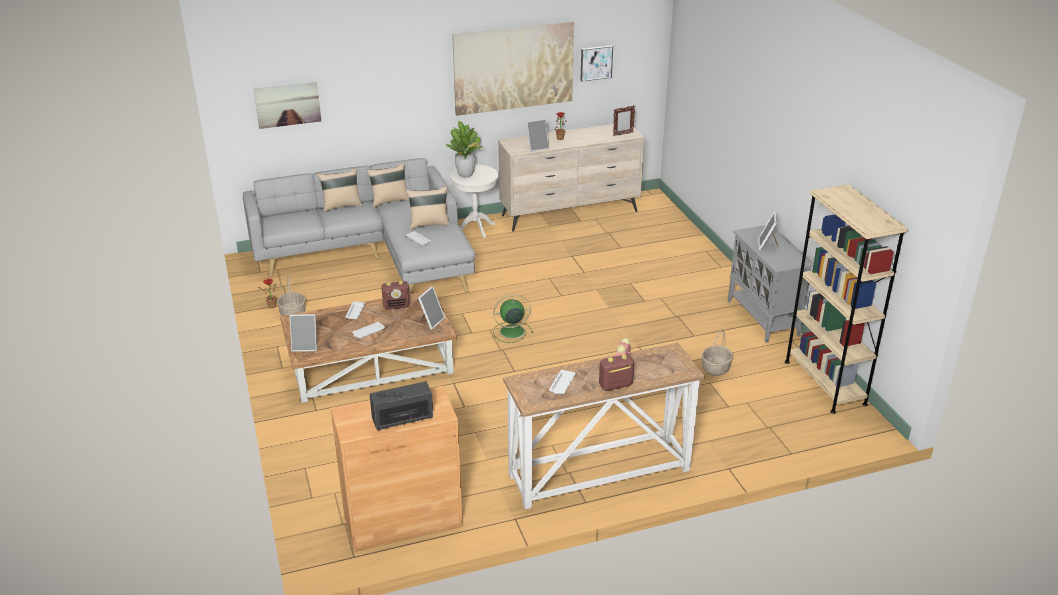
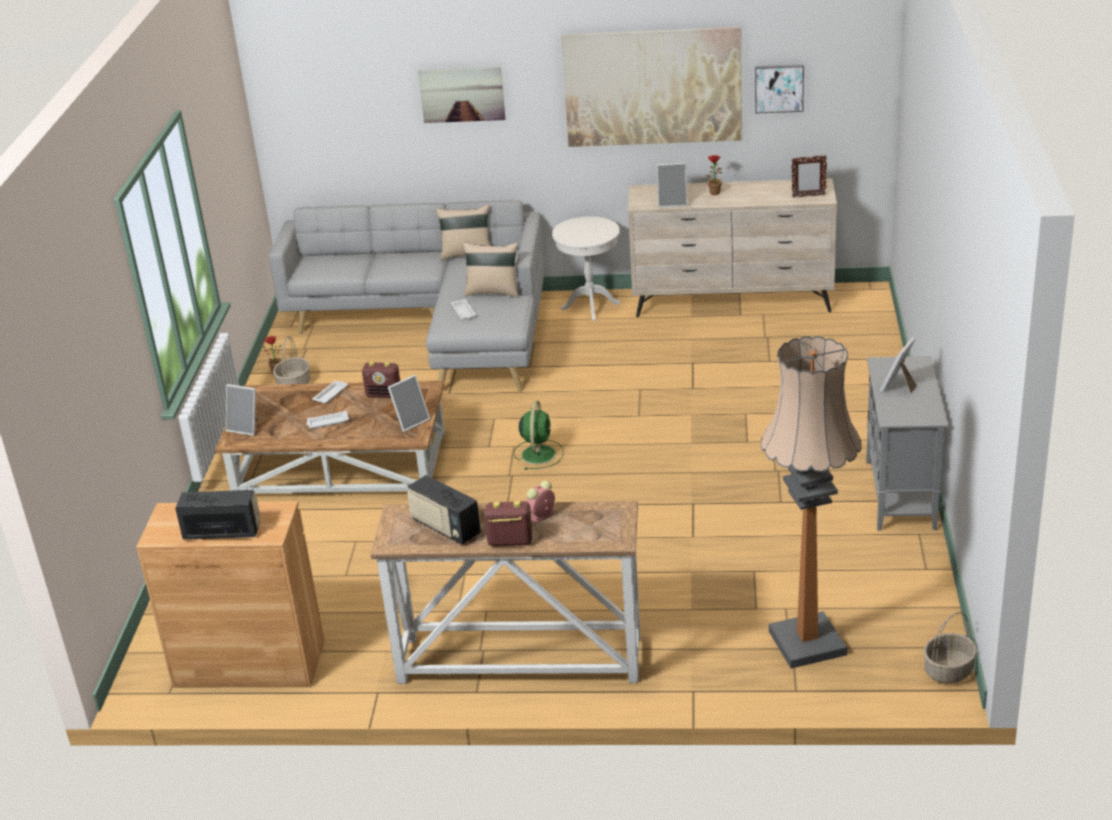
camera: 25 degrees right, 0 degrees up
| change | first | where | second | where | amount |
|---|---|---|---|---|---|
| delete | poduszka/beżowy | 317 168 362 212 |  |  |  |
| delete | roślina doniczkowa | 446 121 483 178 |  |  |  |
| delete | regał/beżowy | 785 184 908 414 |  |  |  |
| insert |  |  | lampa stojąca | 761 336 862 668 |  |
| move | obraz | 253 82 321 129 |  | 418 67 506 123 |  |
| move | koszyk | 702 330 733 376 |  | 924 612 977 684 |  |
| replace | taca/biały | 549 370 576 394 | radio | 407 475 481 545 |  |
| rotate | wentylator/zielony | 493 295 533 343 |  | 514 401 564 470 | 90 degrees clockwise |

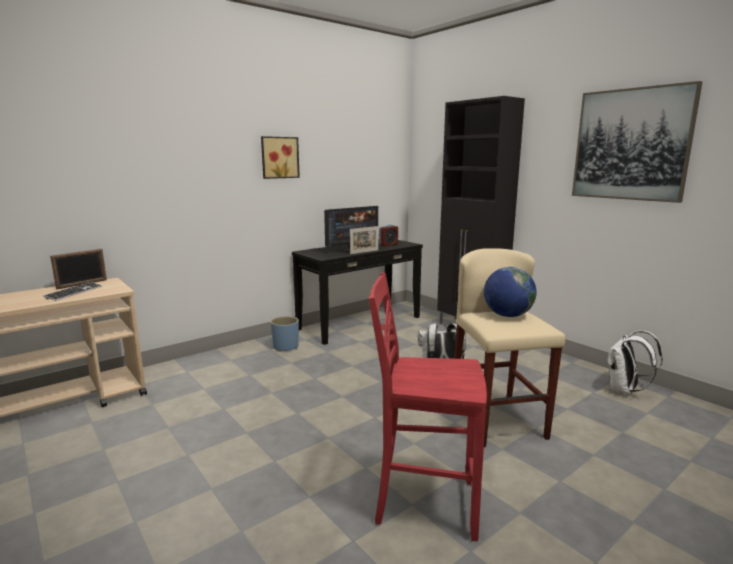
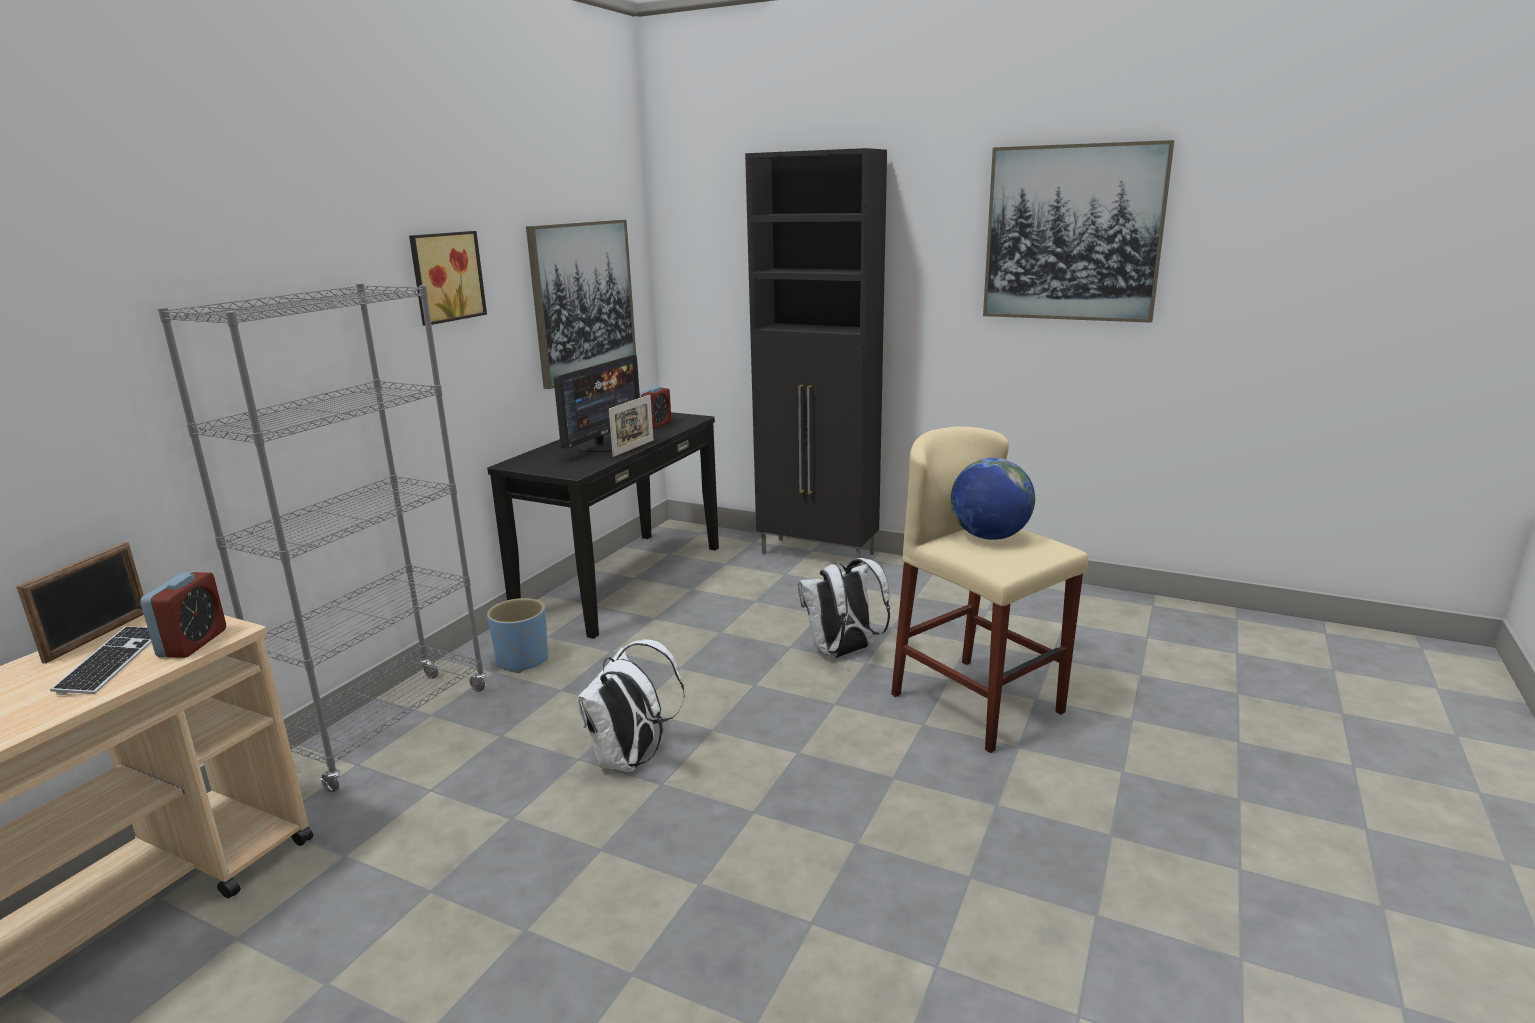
camera: 25 degrees left, 5 degrees up
| change | first | where | second | where | amount |
|---|---|---|---|---|---|
| delete | krzesło/czerwony | 368 273 487 541 |  |  |  |
| insert |  |  | budzik | 140 572 226 658 |  |
| insert |  |  | regał/szary | 158 283 486 792 |  |
| insert |  |  | obraz | 526 220 636 389 |  |
| move | plecak/biały | 607 331 663 395 |  | 577 640 685 772 |  |

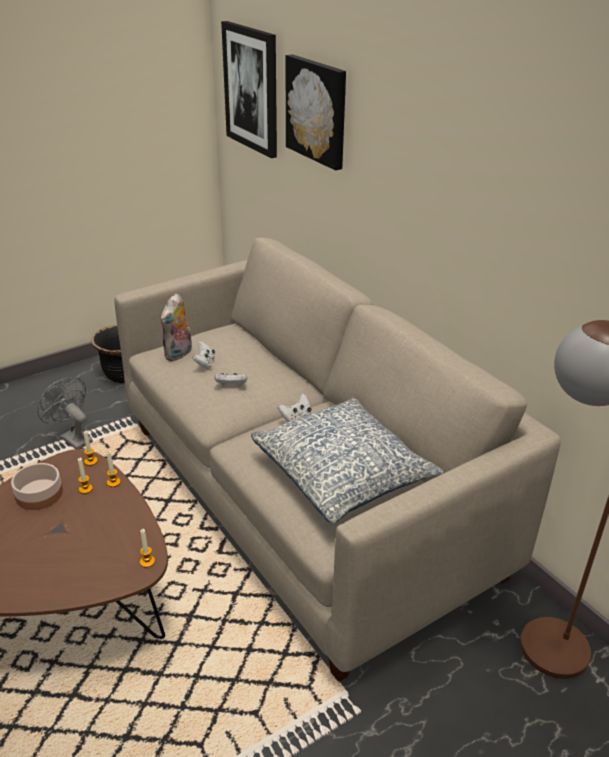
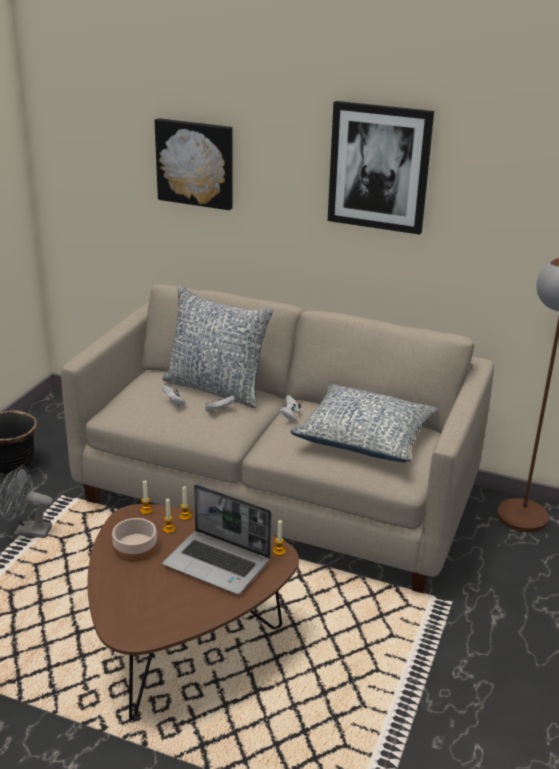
camera: 35 degrees left, 5 degrees down
| change | first | where | second | where | amount |
|---|---|---|---|---|---|
| delete | pluszak | 160 294 192 361 |  |  |  |
| insert |  |  | poduszka | 162 286 273 408 |  |
| insert |  |  | laptop | 163 484 271 595 |  |
| move | obraz | 221 21 277 158 |  | 328 101 434 235 |  |

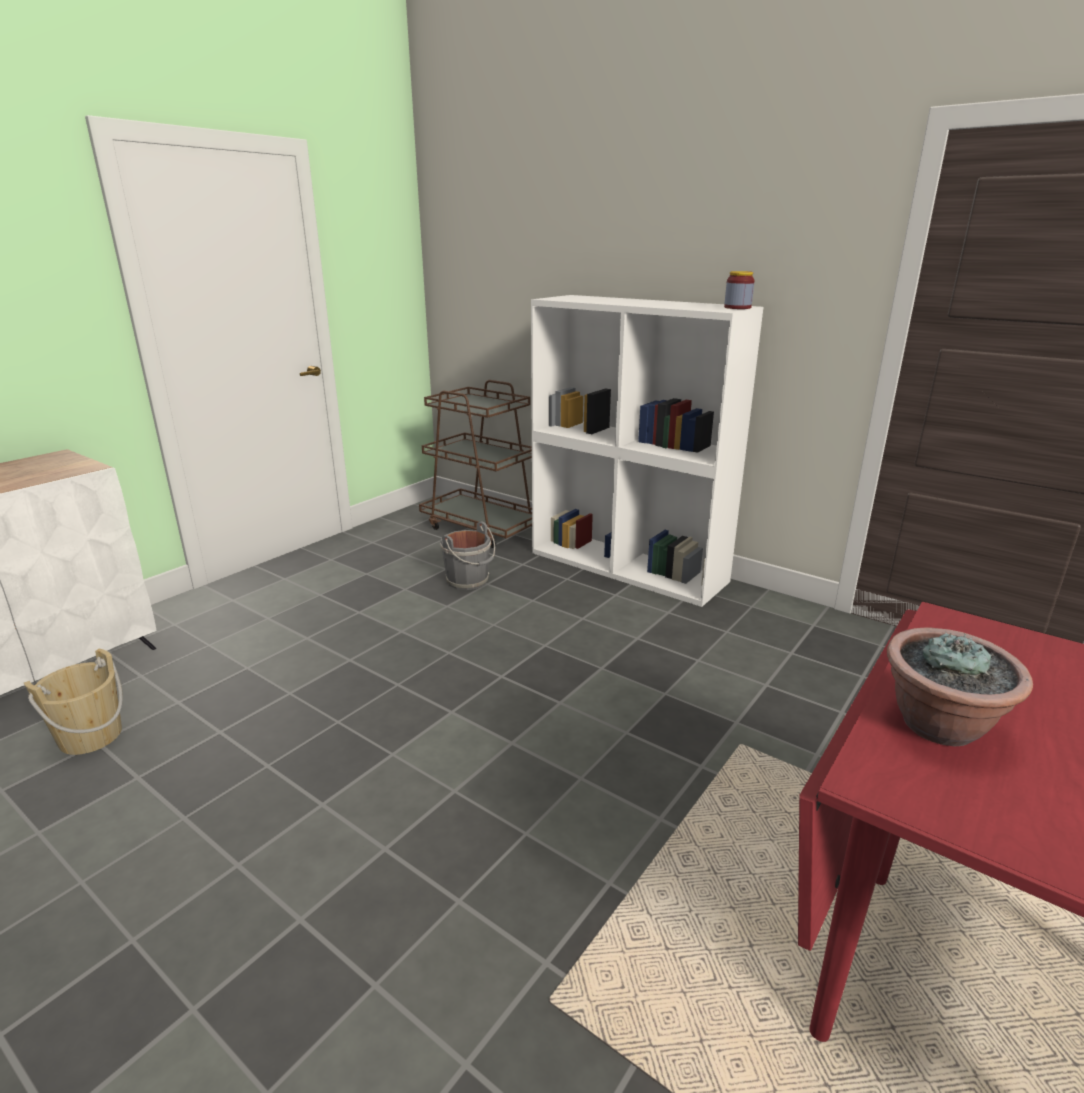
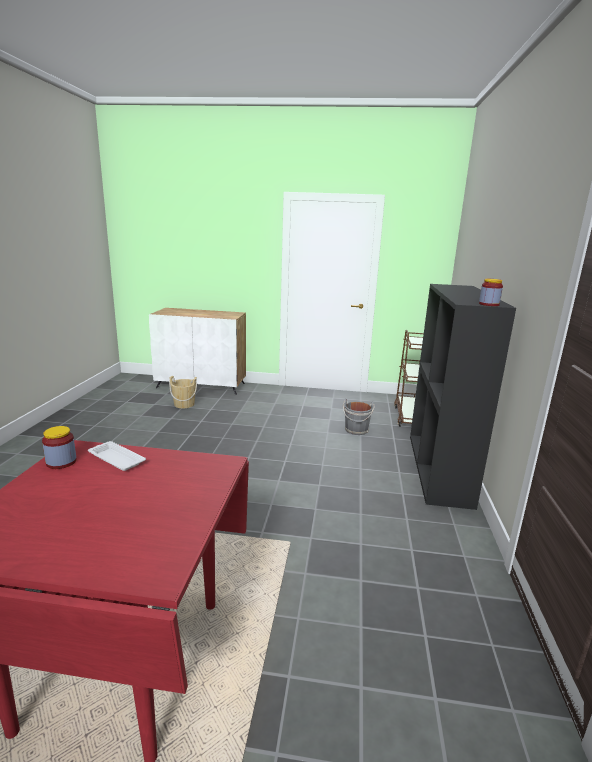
camera: 60 degrees right, 5 degrees down
| change | first | where | second | where | amount |
|---|---|---|---|---|---|
| insert |  |  | słoik | 42 426 77 469 |  |
| replace | roślina doniczkowa | 887 628 1033 747 | taca/biały | 88 441 146 471 |  |
| recolor | regał/biały | 531 295 763 607 | regał/czarny | 410 284 516 510 |  |

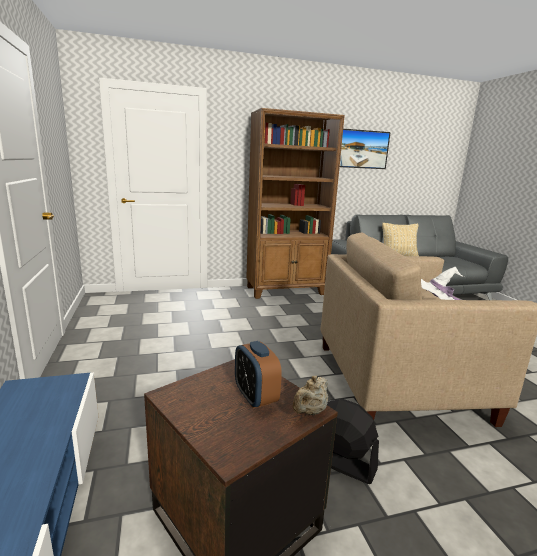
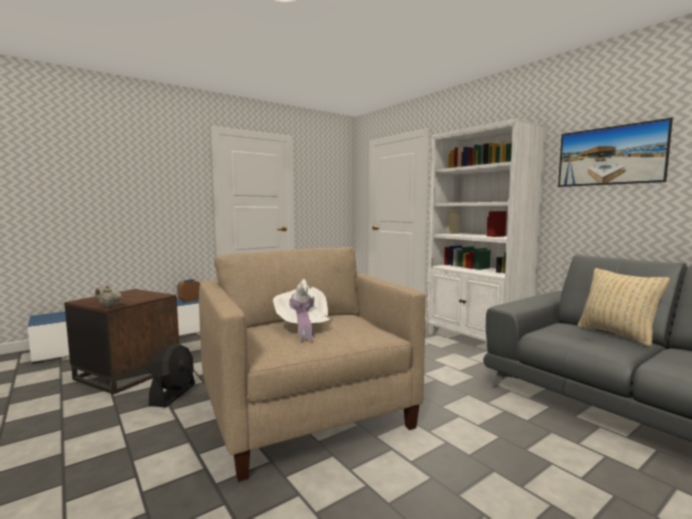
camera: 70 degrees right, 10 degrees down
| change | first | where | second | where | amount |
|---|---|---|---|---|---|
| move | budzik | 235 341 282 409 |  | 177 279 200 302 |  |
| recolor | regał/brązowy | 246 108 345 299 | regał/biały | 426 118 546 342 |  |

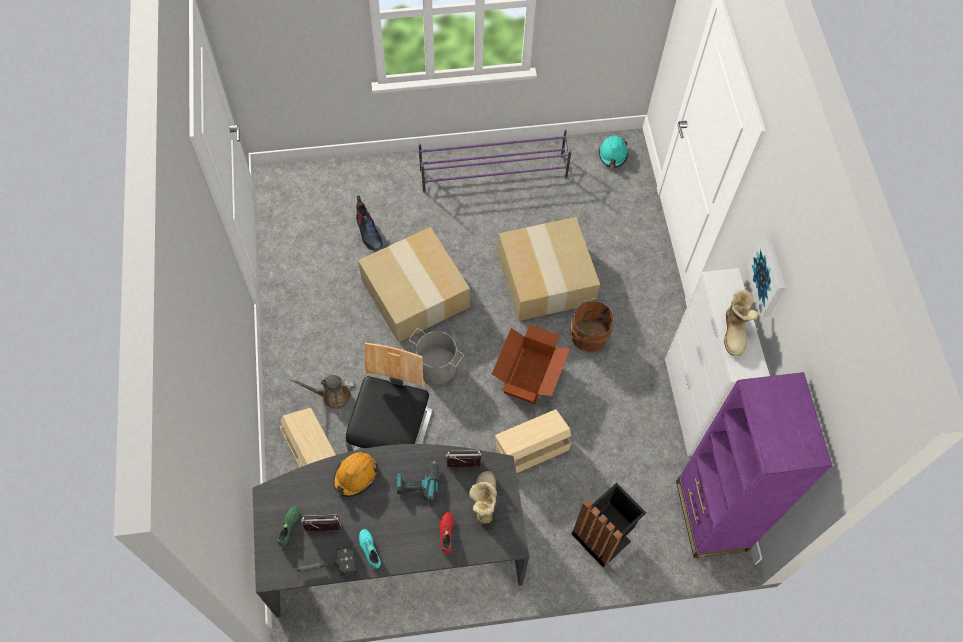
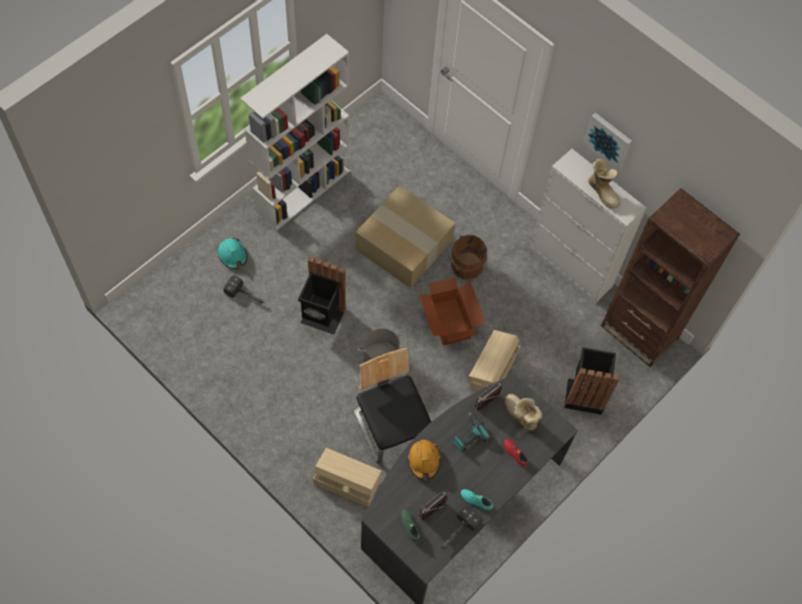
camera: 40 degrees left, 0 degrees up
| change | first | where | second | where | amount |
|---|---|---|---|---|---|
| delete | konewka/brązowy | 290 375 356 409 |  |  |  |
| move | kask/turkusowy | 599 135 628 168 |  | 218 237 247 269 |  |
| replace | but z cholewką | 356 196 383 251 | młotek | 223 275 265 304 |  |
| replace | karton | 358 227 470 342 | kosz na śmieci/czarny | 298 256 346 335 |  |
| replace | regał na buty/fioletowy | 419 129 572 193 | regał/biały | 240 34 349 231 |  |
| recolor | regał/fioletowy | 676 372 832 558 | regał/brązowy | 601 188 740 368 |  |

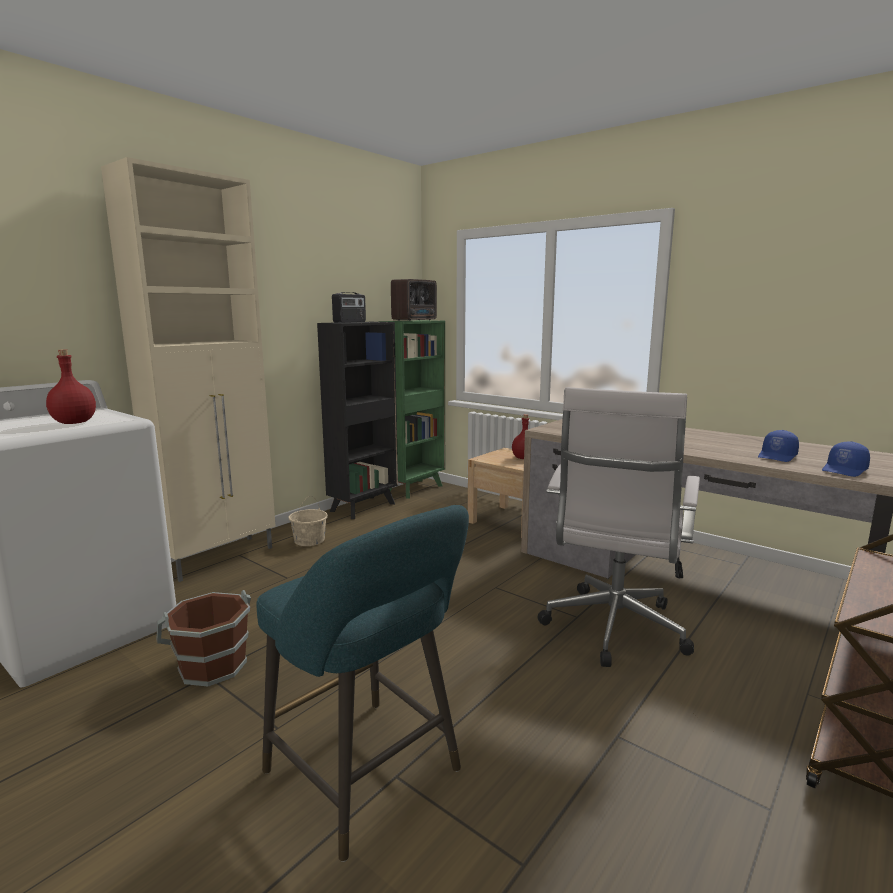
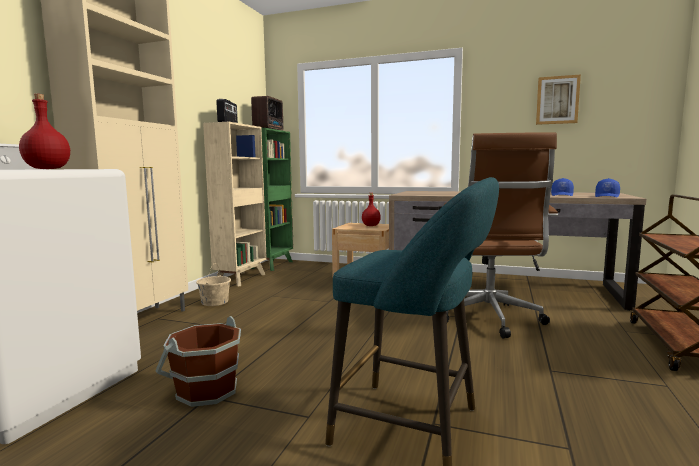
camera: 20 degrees left, 5 degrees down
| change | first | where | second | where | amount |
|---|---|---|---|---|---|
| insert |  |  | obraz | 536 74 581 125 |  |
| recolor | regał/czarny | 317 322 398 519 | regał/beżowy | 203 122 267 287 |  |
| recolor | krzesło biurowe/biały | 538 387 700 667 | krzesło biurowe/brązowy | 444 132 558 338 |  |

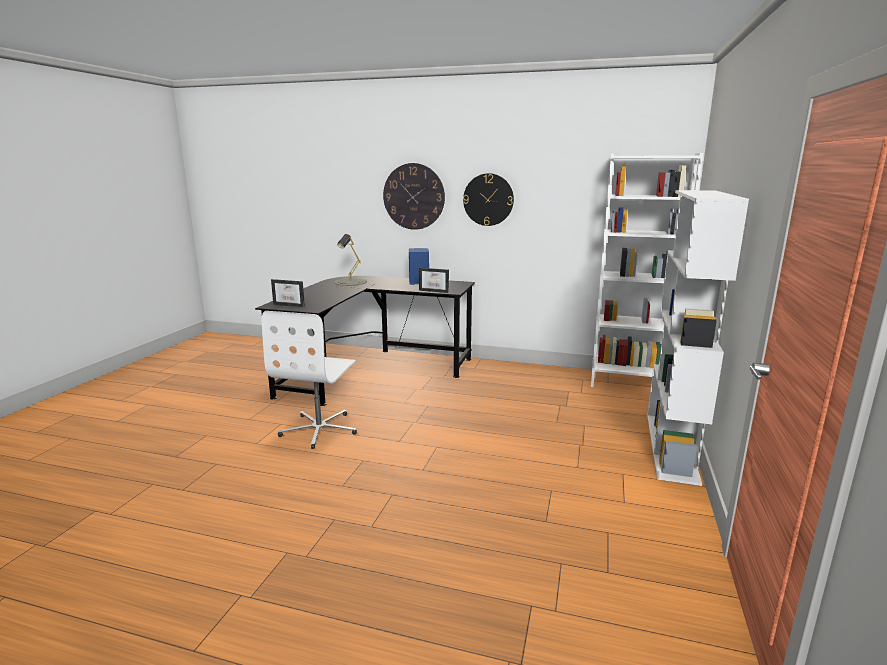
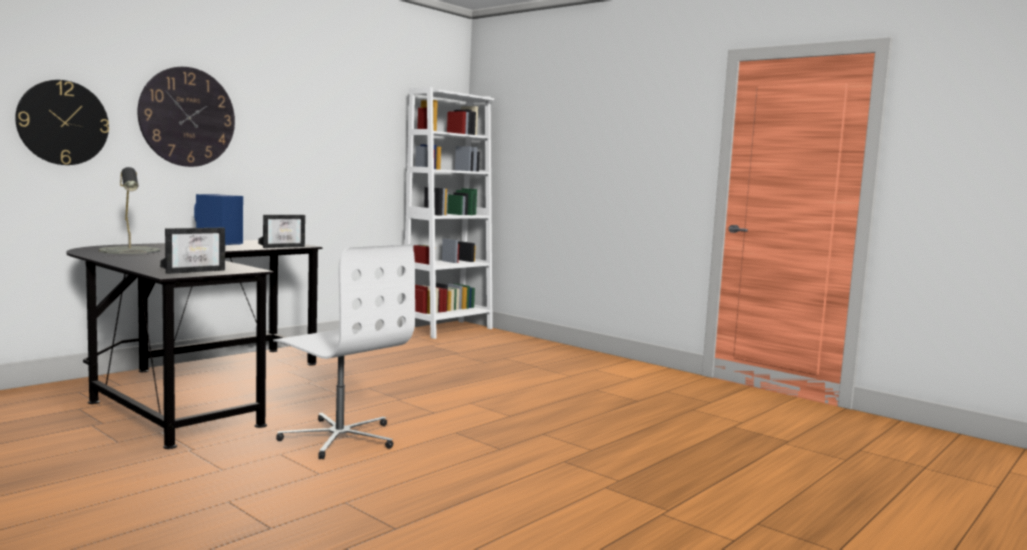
camera: 65 degrees left, 10 degrees down
| change | first | where | second | where | amount |
|---|---|---|---|---|---|
| delete | regał/biały | 647 190 749 486 |  |  |  |
| move | zegar ścienny | 463 173 514 226 |  | 15 80 109 165 |  |

